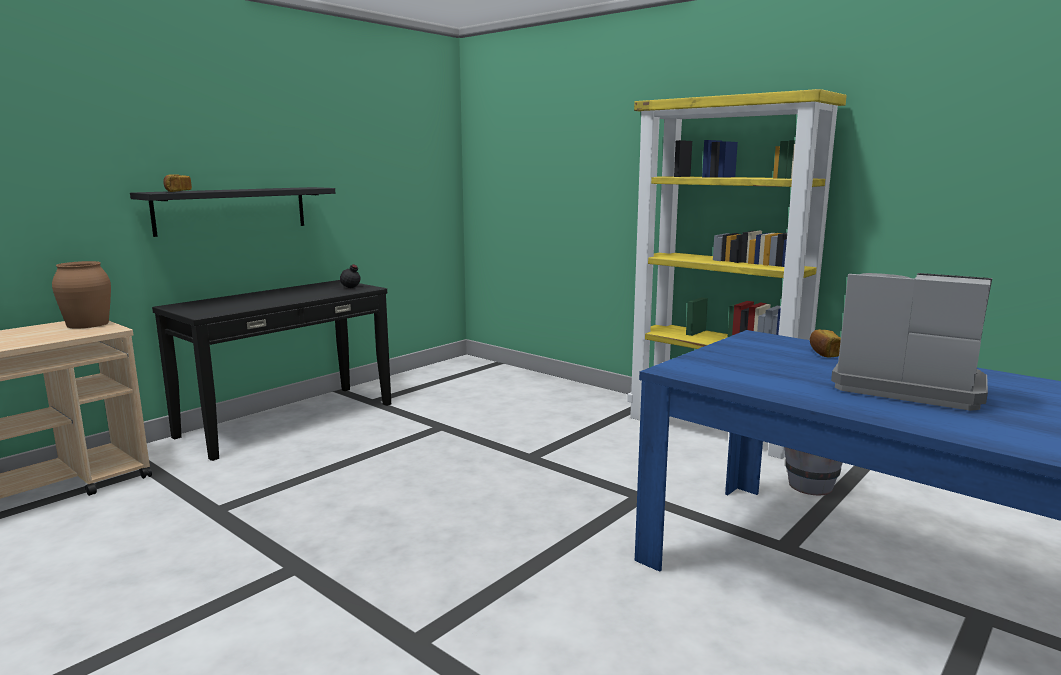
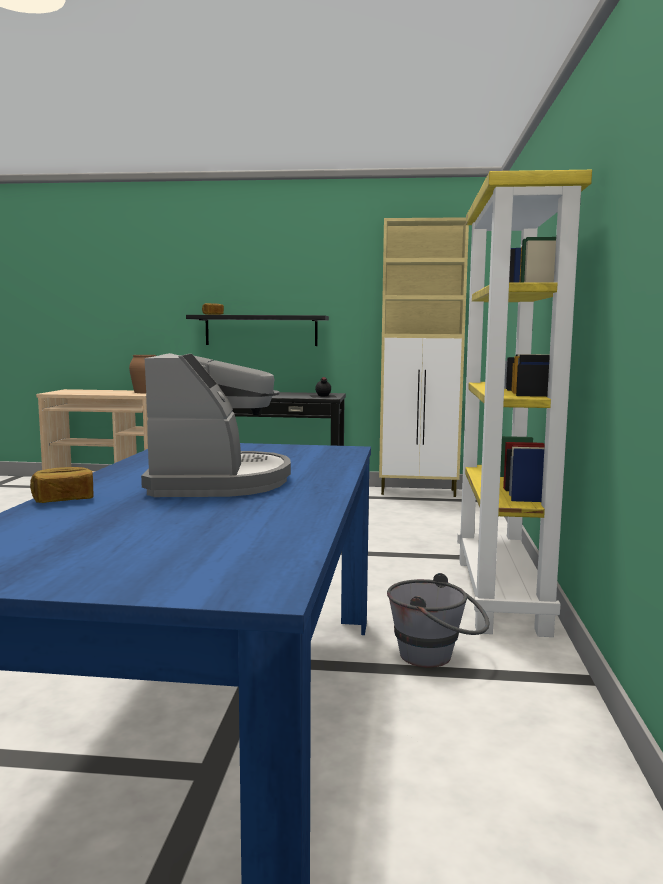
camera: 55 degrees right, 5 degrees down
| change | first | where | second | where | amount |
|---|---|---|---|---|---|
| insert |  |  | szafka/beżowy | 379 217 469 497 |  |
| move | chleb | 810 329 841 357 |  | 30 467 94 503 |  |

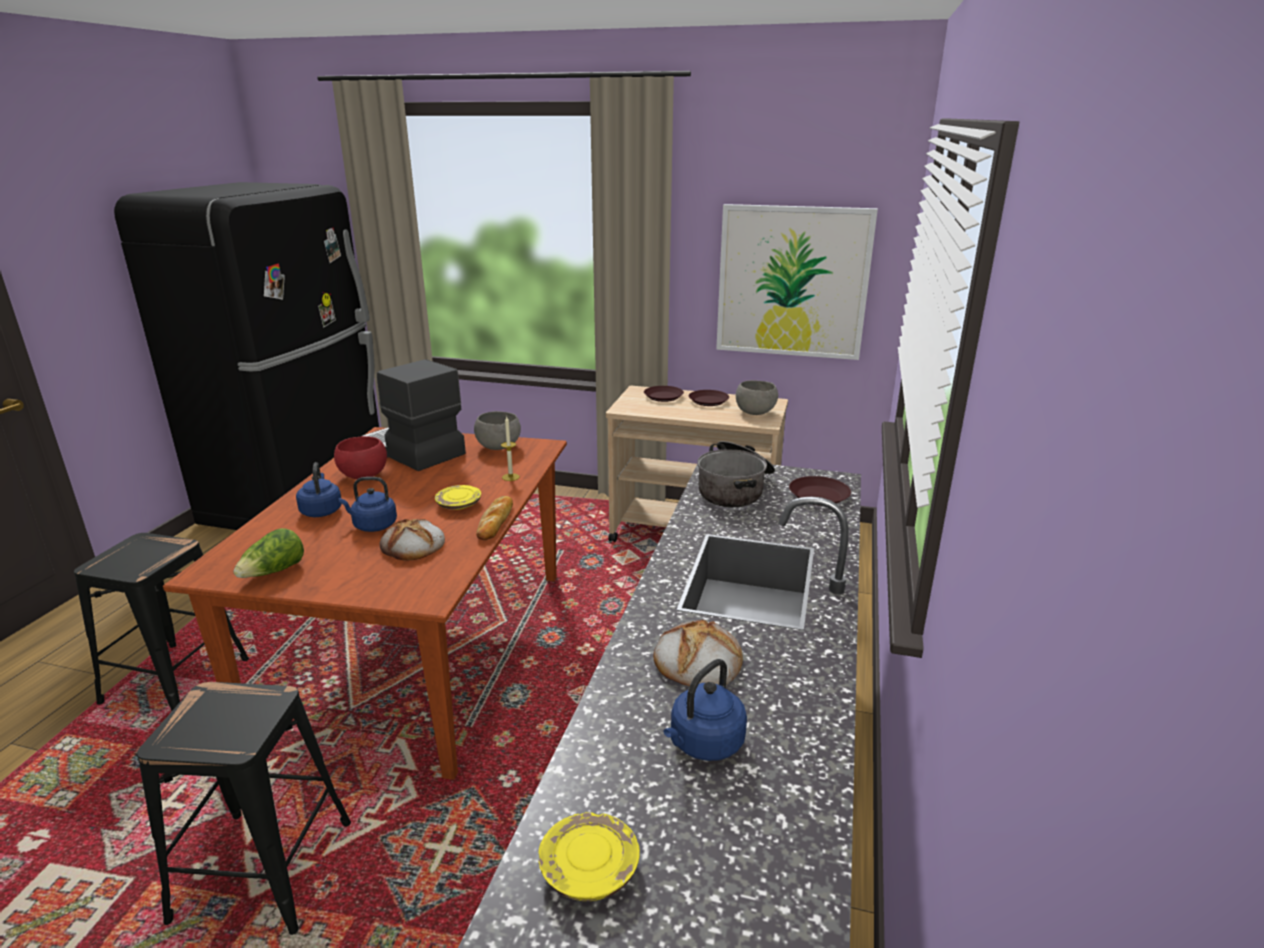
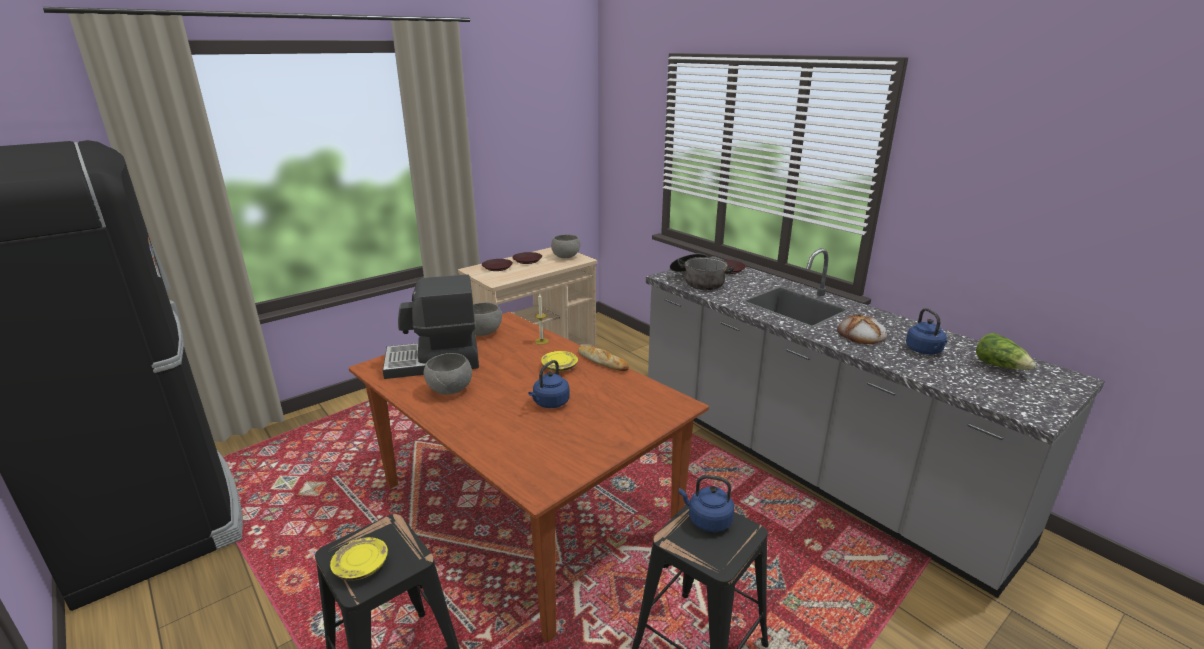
camera: 55 degrees left, 0 degrees up
| change | first | where | second | where | amount |
|---|---|---|---|---|---|
| delete | chleb | 380 519 445 561 |  |  |  |
| delete | obraz | 716 204 878 360 |  |  |  |
| move | sałata | 233 528 304 578 |  | 976 333 1036 370 |  |
| move | czajnik/niebieski | 296 462 341 517 |  | 679 475 734 532 |  |
| move | talerz/żółty | 539 812 640 901 |  | 330 537 388 580 |  |
| recolor | miska/czerwony | 334 436 387 479 | miska/szary | 423 353 472 395 |  |

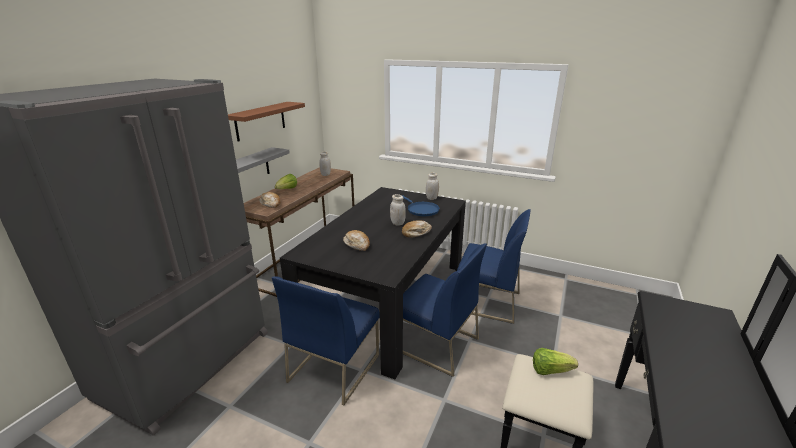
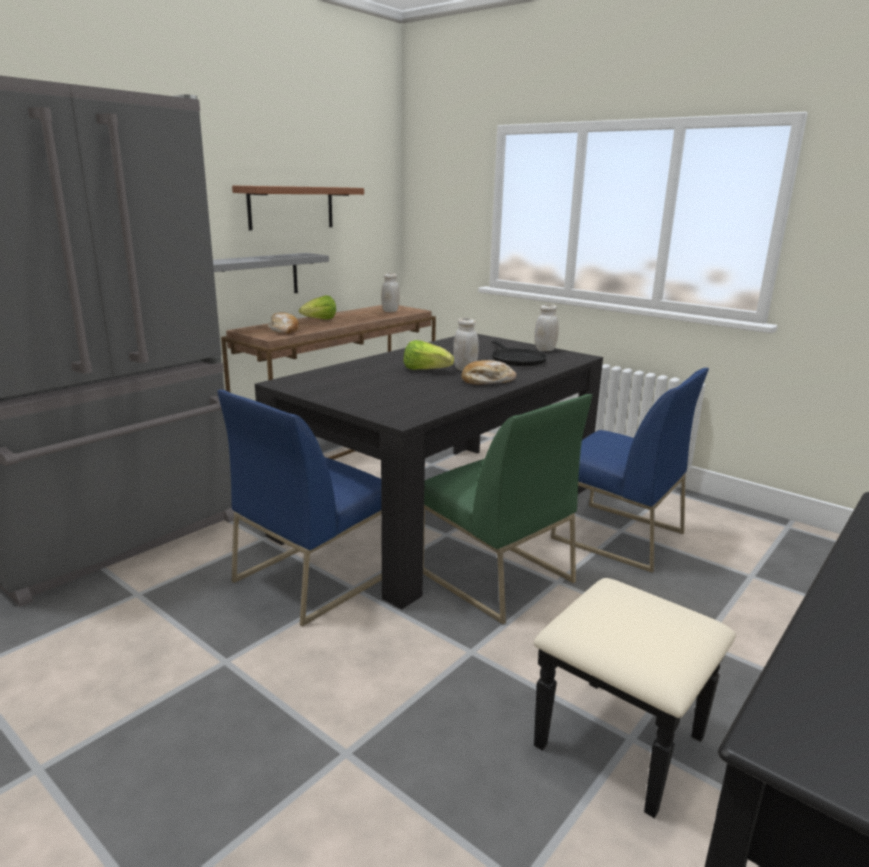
camera: 15 degrees right, 5 degrees down
| change | first | where | second | where | amount |
|---|---|---|---|---|---|
| delete | chleb | 343 230 370 251 |  |  |  |
| move | sałata | 533 348 578 375 |  | 404 340 454 370 |  |
| recolor | patelnia/niebieski | 402 195 440 216 | patelnia/czarny | 492 340 547 366 |  |
| recolor | krzesło/niebieski | 403 243 487 377 | krzesło/zielony | 423 394 592 624 |  |

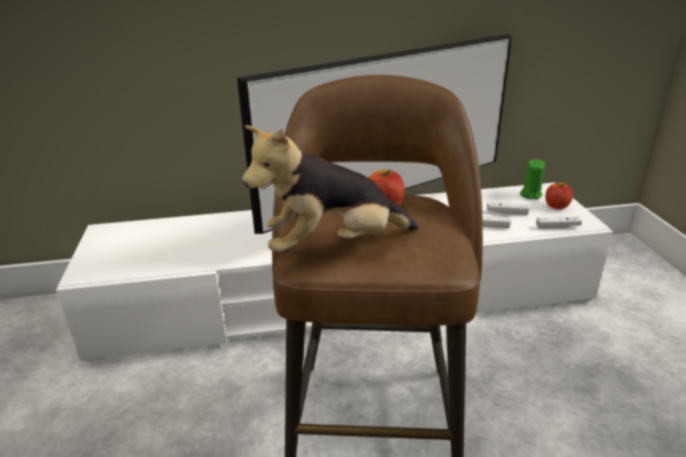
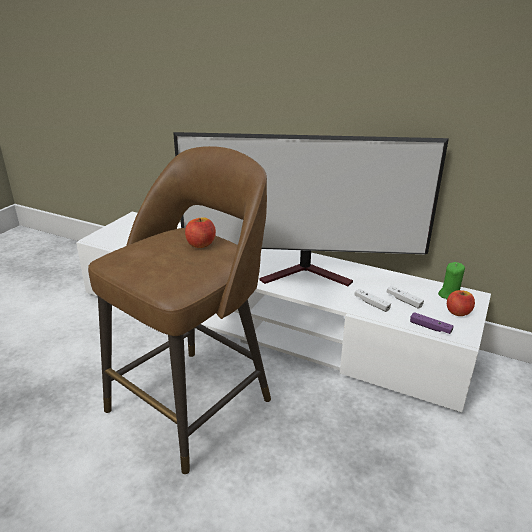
camera: 35 degrees right, 0 degrees up
| change | first | where | second | where | amount |
|---|---|---|---|---|---|
| delete | pluszak | 242 125 419 252 |  |  |  |
| recolor | pad do gier/biały | 536 217 582 229 | pad do gier/fioletowy | 410 312 454 334 |  |

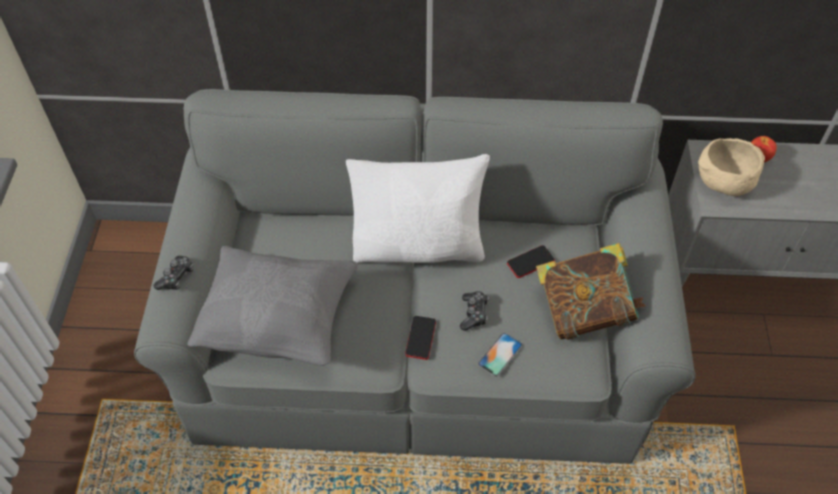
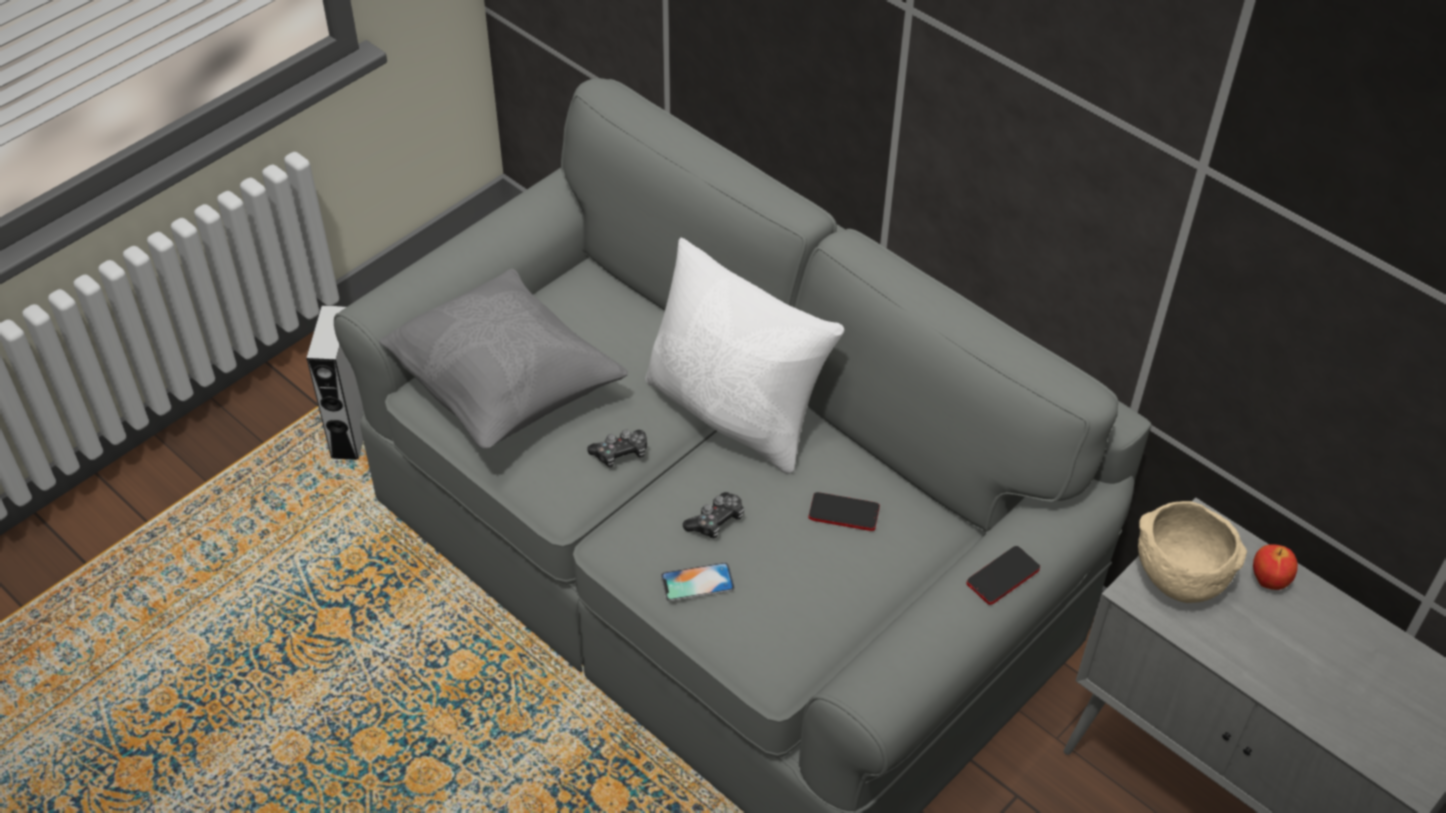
camera: 40 degrees right, 5 degrees down
| change | first | where | second | where | amount |
|---|---|---|---|---|---|
| delete | książka | 536 243 646 340 |  |  |  |
| insert |  |  | głośnik/szary | 306 305 364 460 |  |
| move | pad do gier | 153 256 194 290 |  | 587 429 647 467 |  |
| move | telefon | 405 316 436 360 |  | 967 546 1040 605 |  |

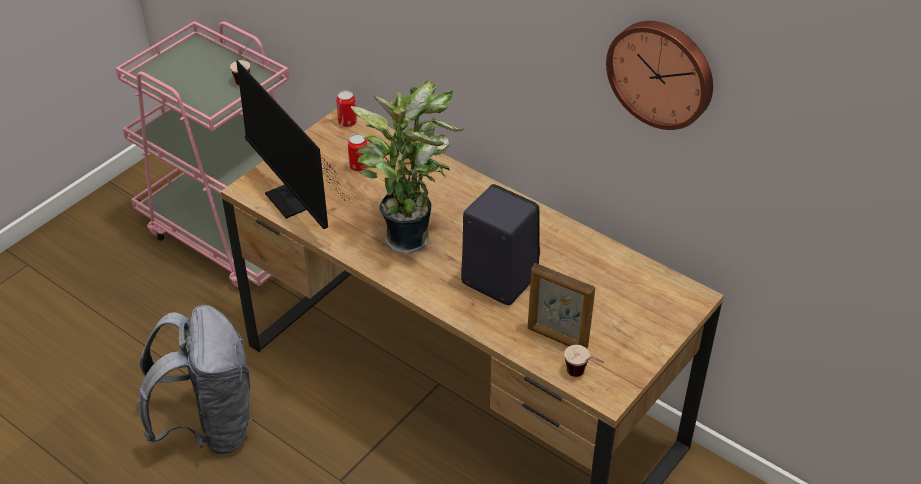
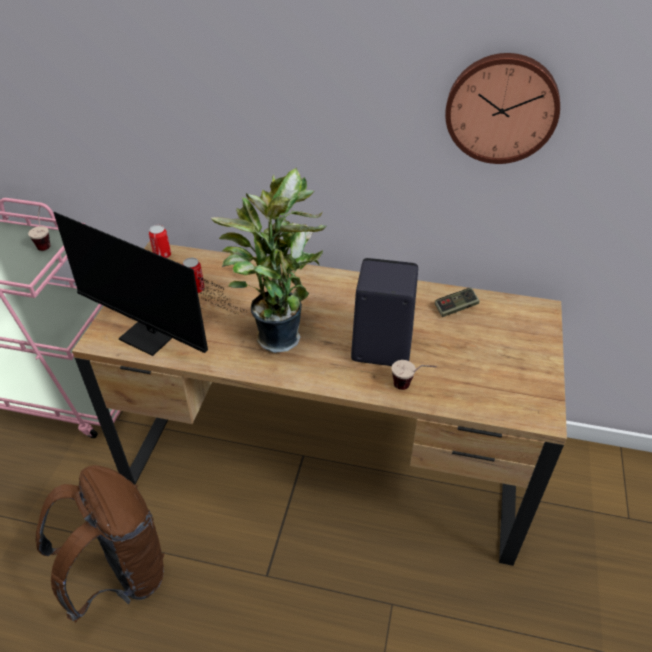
camera: 25 degrees left, 0 degrees up
| change | first | where | second | where | amount |
|---|---|---|---|---|---|
| delete | ramka na zdjęcie | 528 263 595 348 |  |  |  |
| insert |  |  | pad do gier | 435 288 479 317 |  |
| move | filiżanka | 564 345 604 377 |  | 391 360 437 390 |  |
| recolor | plecak/szary | 138 305 252 455 | plecak/brązowy | 36 465 165 623 |  |

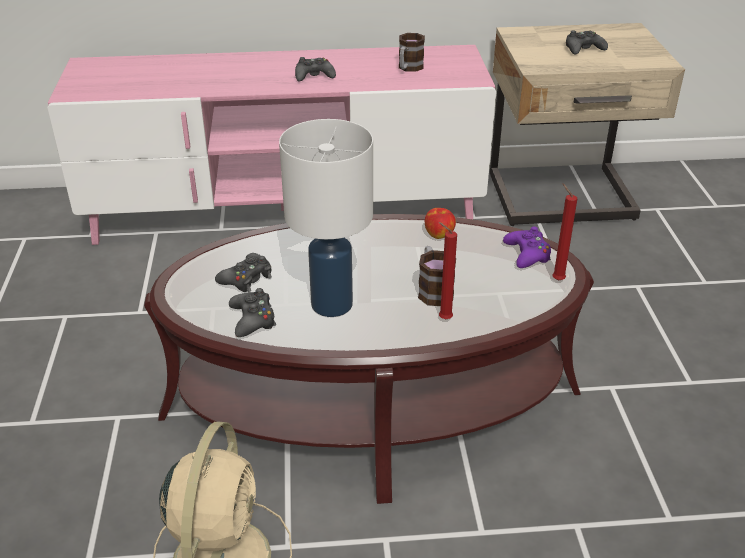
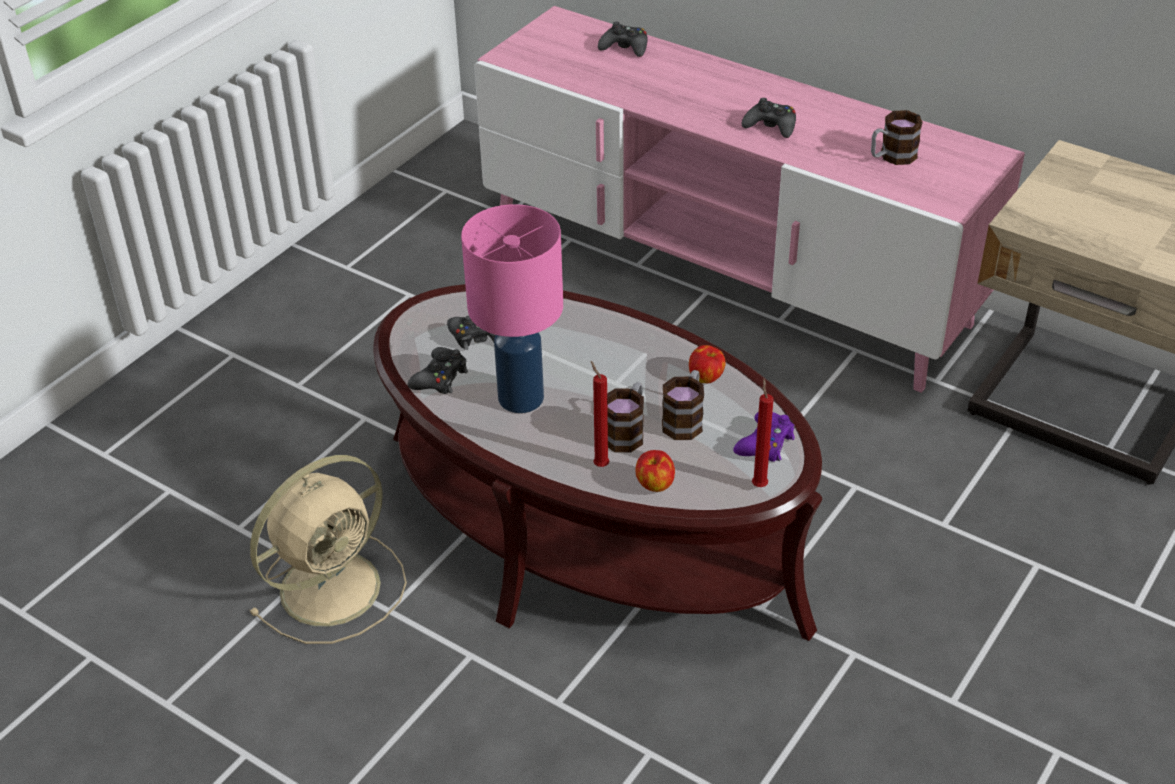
camera: 40 degrees right, 5 degrees up
| change | first | where | second | where | amount |
|---|---|---|---|---|---|
| insert |  |  | jabłko | 635 450 675 492 |  |
| insert |  |  | kubek | 662 370 704 440 |  |
| move | pad do gier/czarny | 566 31 608 55 |  | 598 22 648 57 |  |
| recolor | lampa stołowa/biały | 279 119 373 317 | lampa stołowa/różowy | 461 204 563 413 |  |

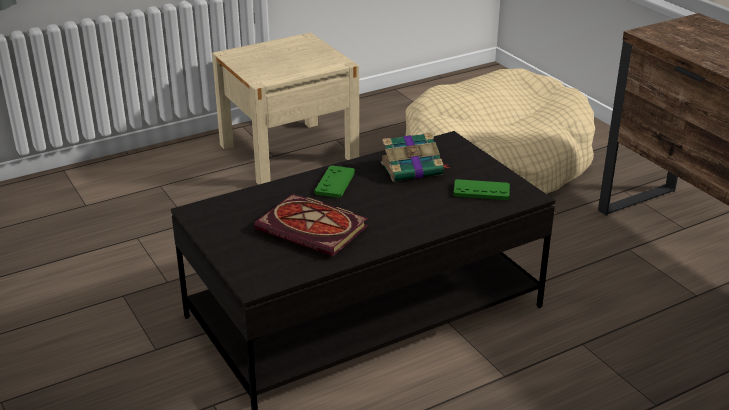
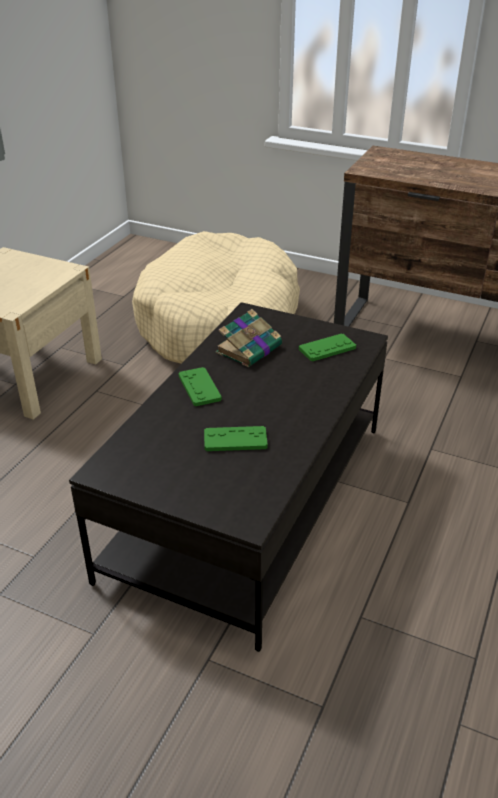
camera: 35 degrees left, 5 degrees up
| change | first | where | second | where | amount |
|---|---|---|---|---|---|
| replace | książka | 254 194 368 257 | pad do gier/zielony | 204 426 268 451 |  |

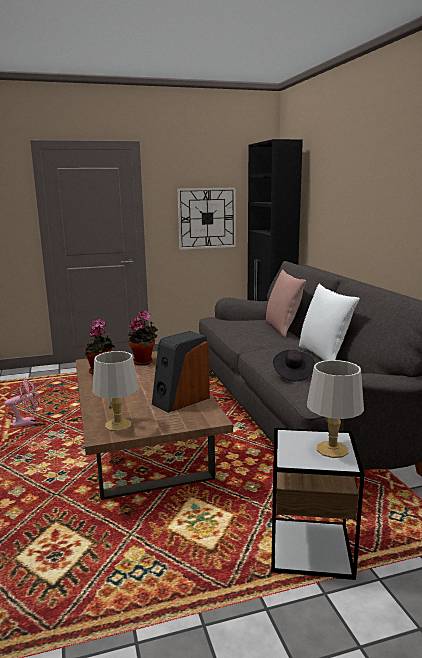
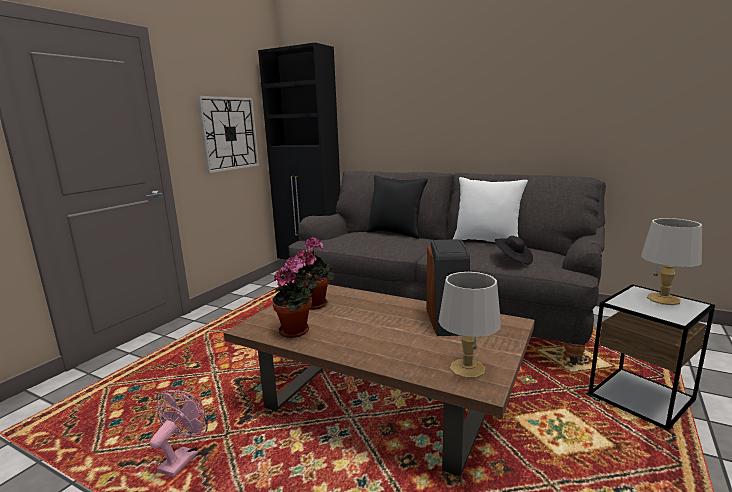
camera: 45 degrees left, 0 degrees up
| change | first | where | second | where | amount |
|---|---|---|---|---|---|
| recolor | poduszka/różowy | 266 270 306 337 | poduszka/czarny | 367 175 428 239 |  |

